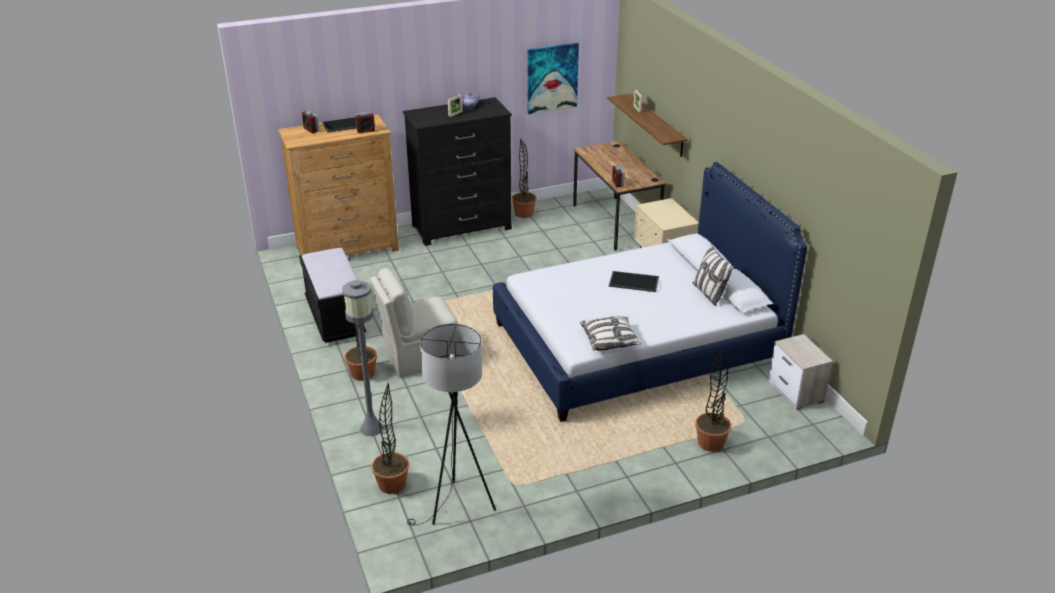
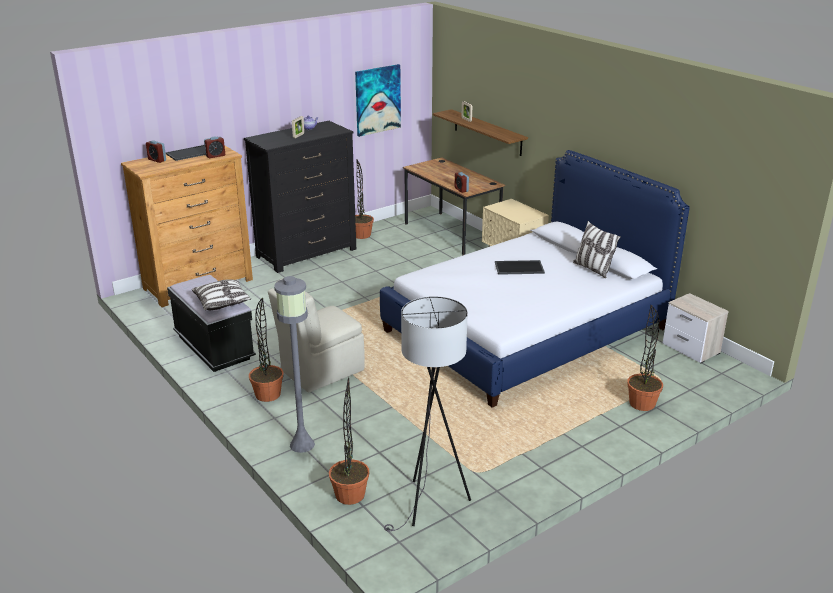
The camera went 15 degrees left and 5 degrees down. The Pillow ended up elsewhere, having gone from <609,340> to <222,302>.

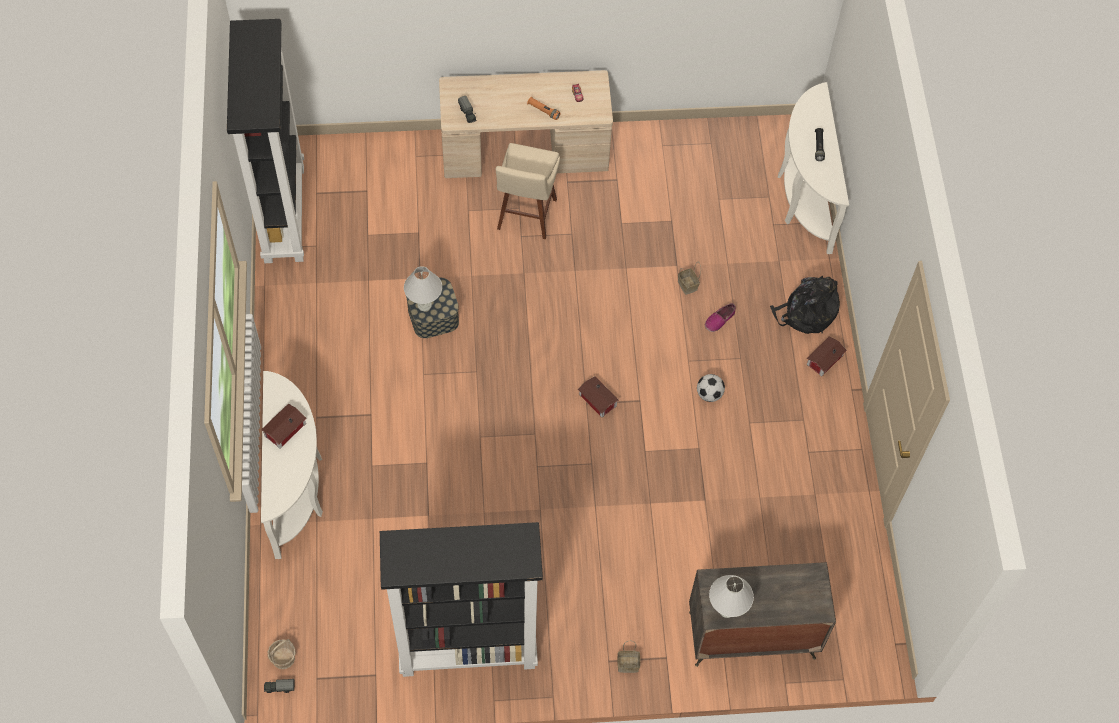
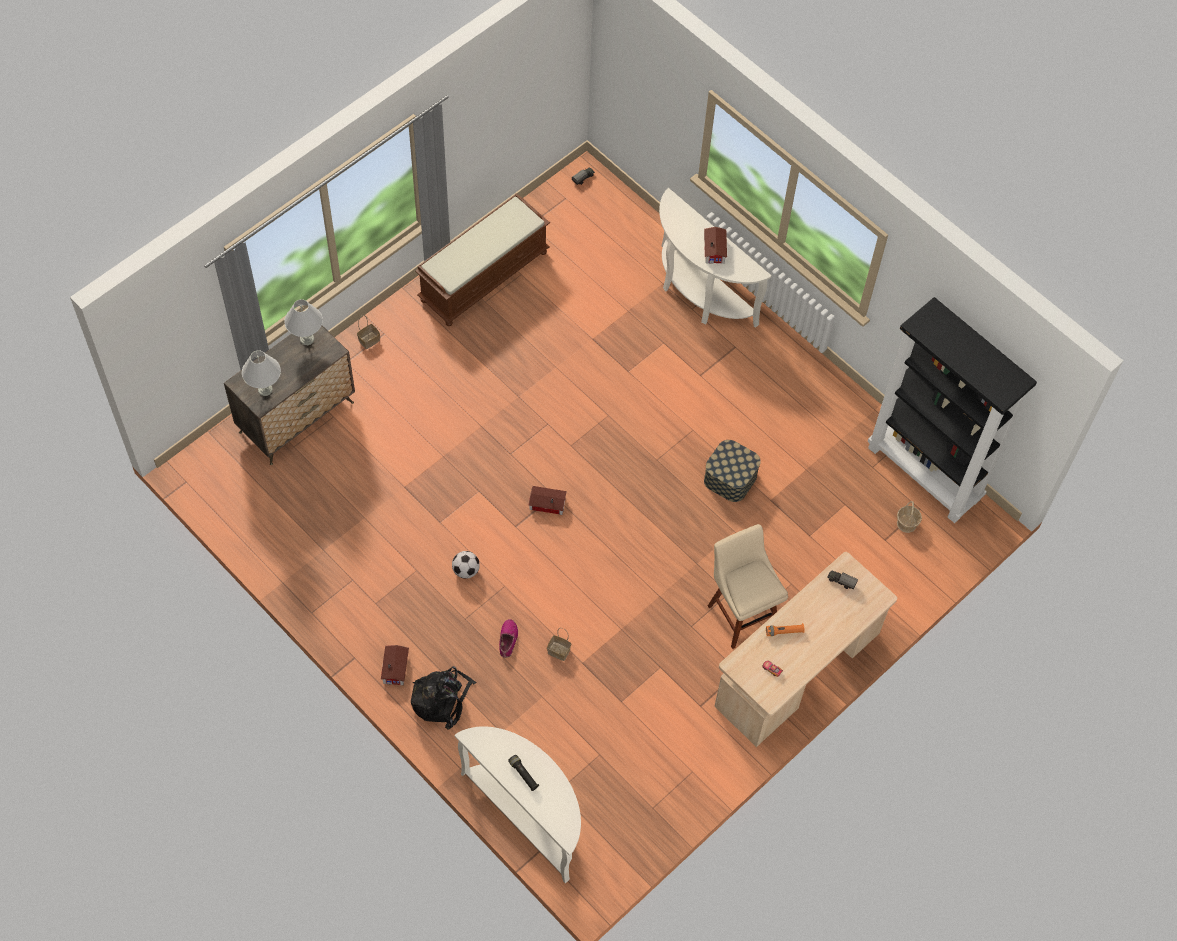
The camera went 140 degrees right and 0 degrees up. The Basket ended up elsewhere, having gone from <283,658> to <906,523>. The WhiteTableLamp ended up elsewhere, having gone from <424,305> to <265,389>. Where the BlackBookcase stood at <466,653>, the BrownBench came to stand at <484,275>.

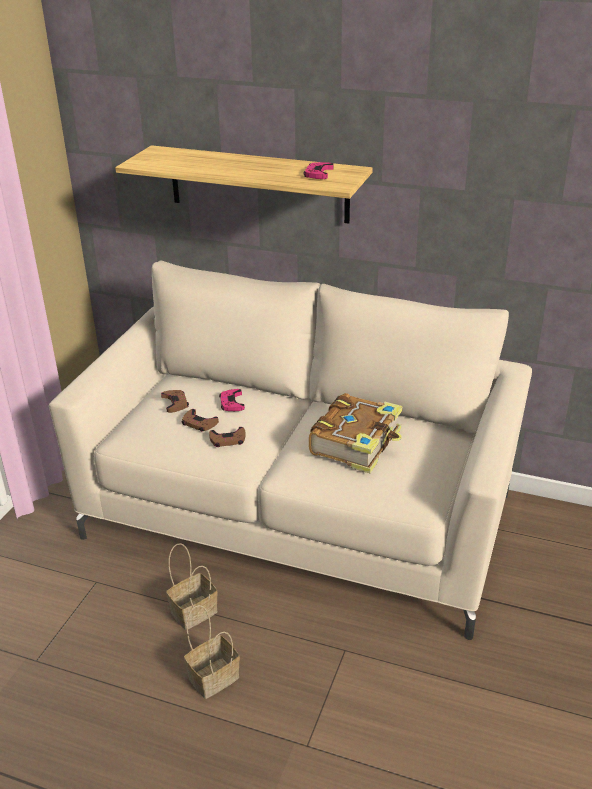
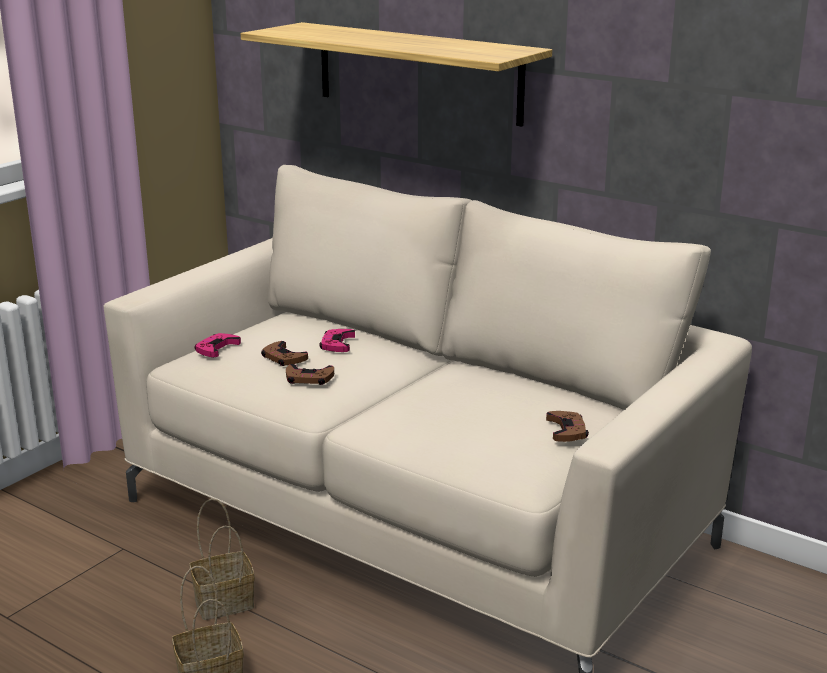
The camera went 15 degrees right and 10 degrees down. The second view lost the Book at <357,443>. The BrownGameController ended up elsewhere, having gone from <175,403> to <567,430>. The PinkGameController ended up elsewhere, having gone from <318,174> to <216,348>.

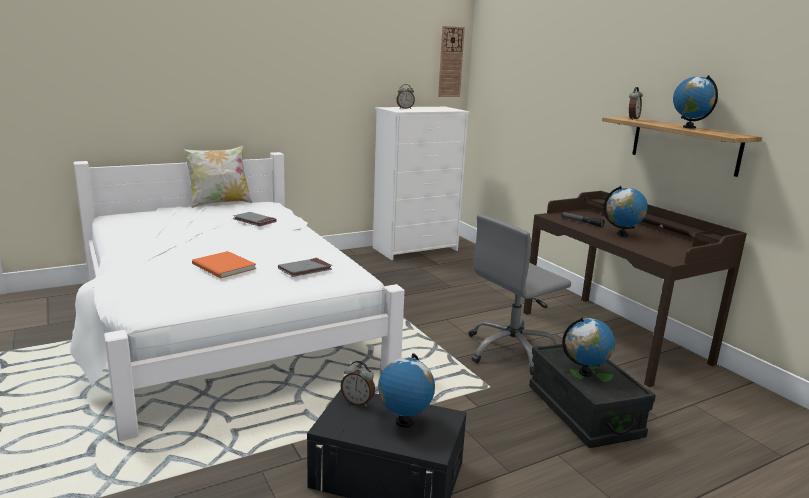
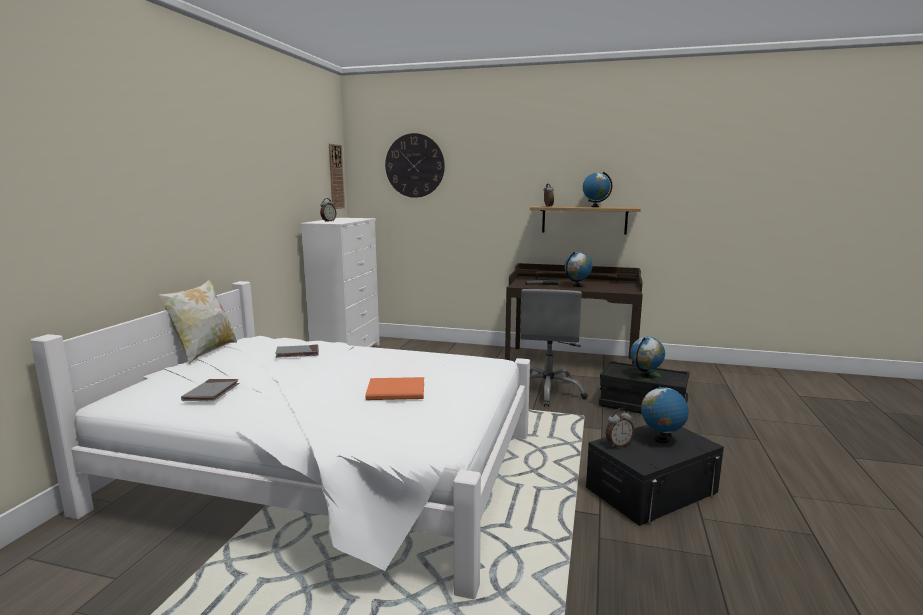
The camera went 45 degrees left and 5 degrees down. The second view gained the WallClock at <414,165>. The GreyBook ended up elsewhere, having gone from <305,270> to <211,393>.

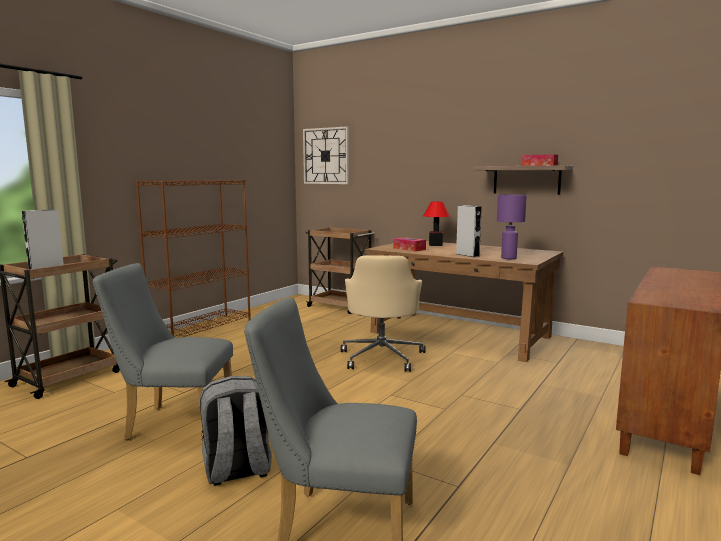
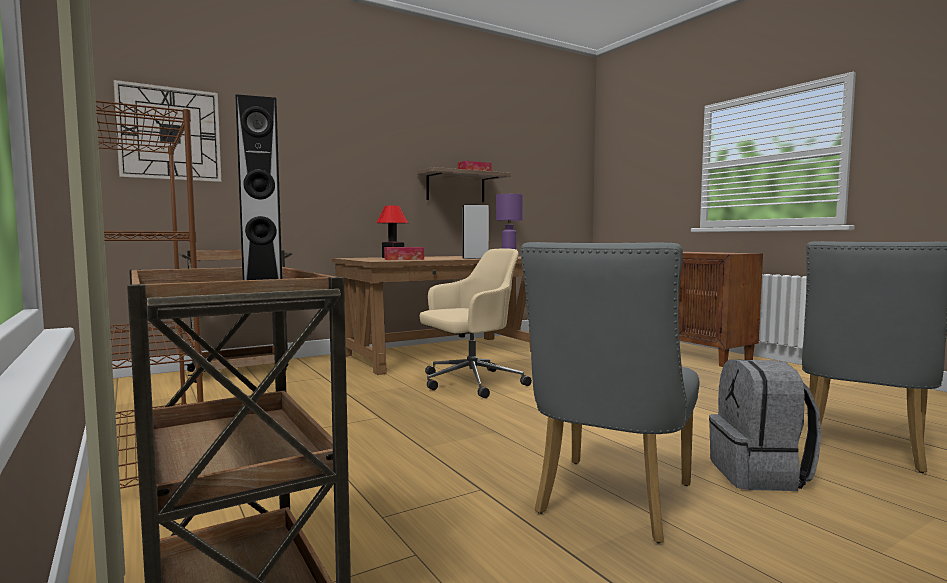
The camera went 65 degrees left and 5 degrees down. The BeigeOfficeChair at <382,357> ended up facing another way, 60 degrees counterclockwise from before.

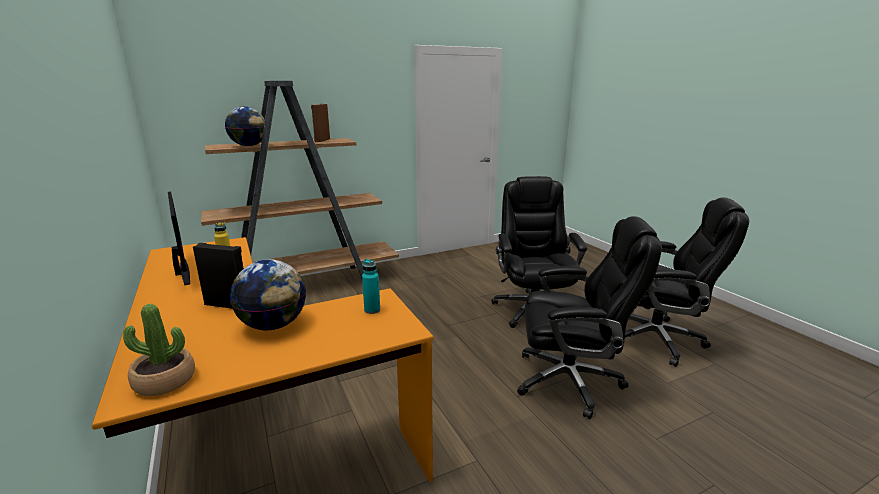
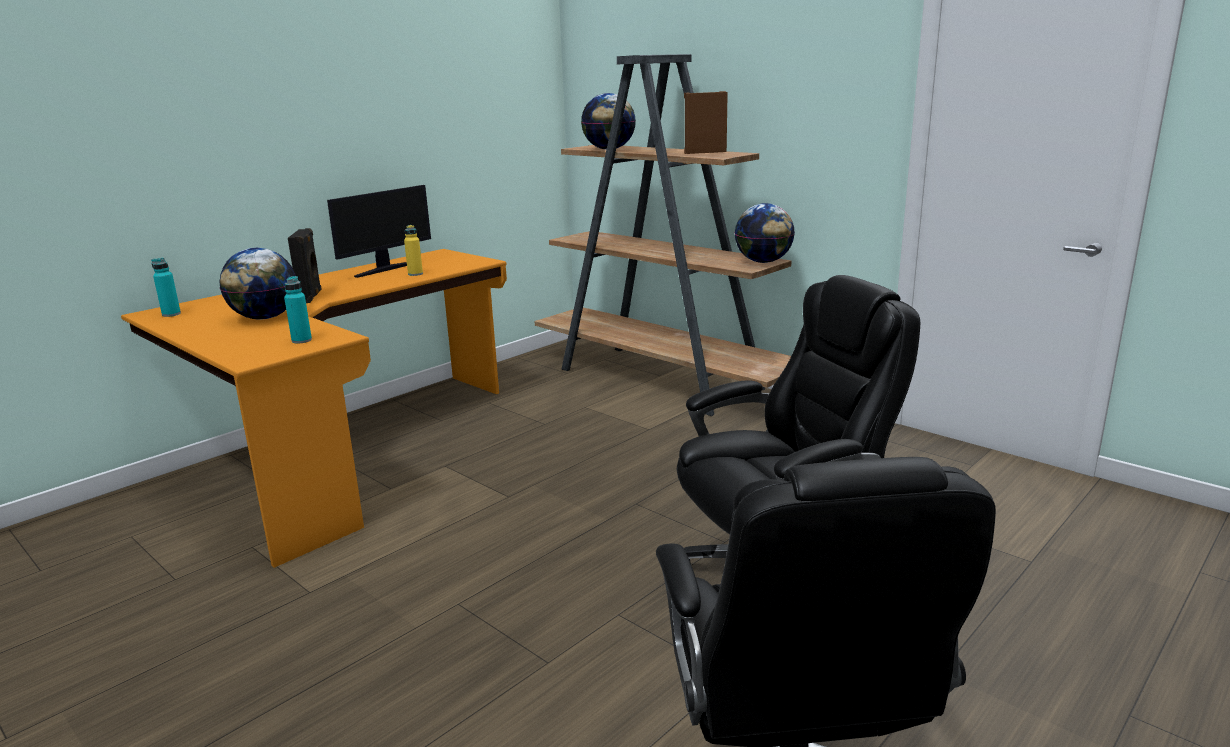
The camera went 70 degrees right and 0 degrees up. The second view lost the BlackOfficeChair at <570,380>. The second view gained the Globe at <763,262>. Where the PottedPlant stood at <164,381>, the TurquoiseBottle came to stand at <171,314>.

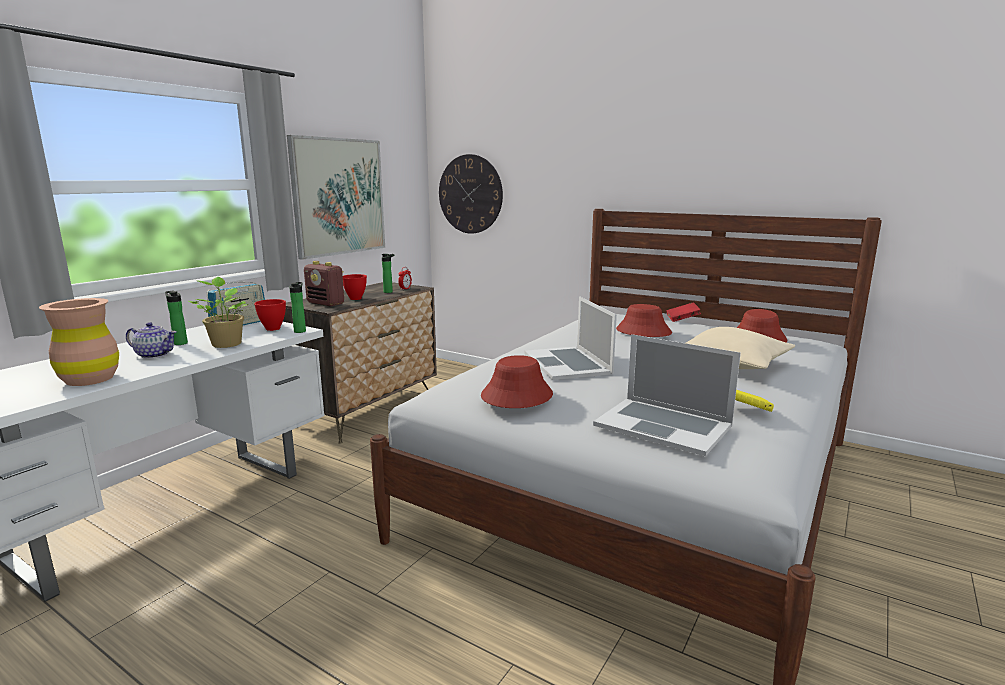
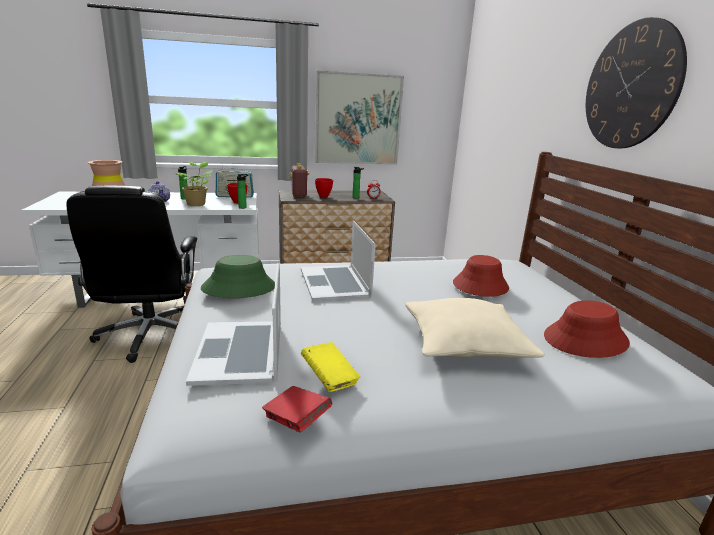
The camera went 45 degrees right and 5 degrees up. The second view gained the BlackOfficeChair at <150,335>. The WallClock ended up elsewhere, having gone from <470,194> to <631,86>. The RedBook ended up elsewhere, having gone from <682,319> to <296,421>. What was the RedHat at <516,395> turned into the GreenHat at <239,287>. The Laptop at <567,363> ended up facing another way, 45 degrees counterclockwise from before.

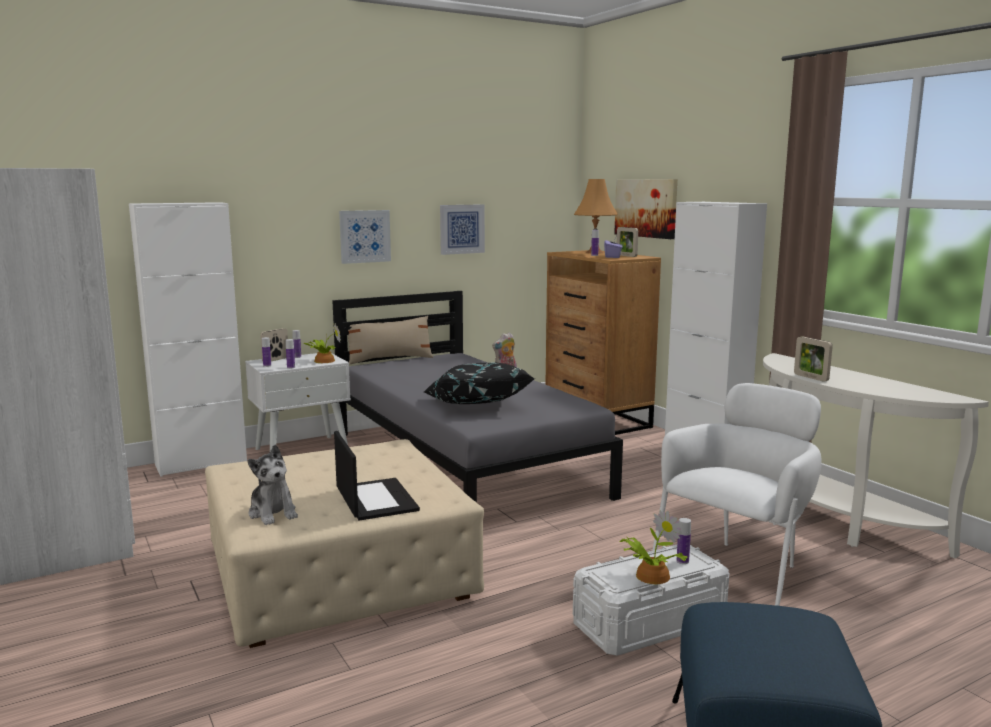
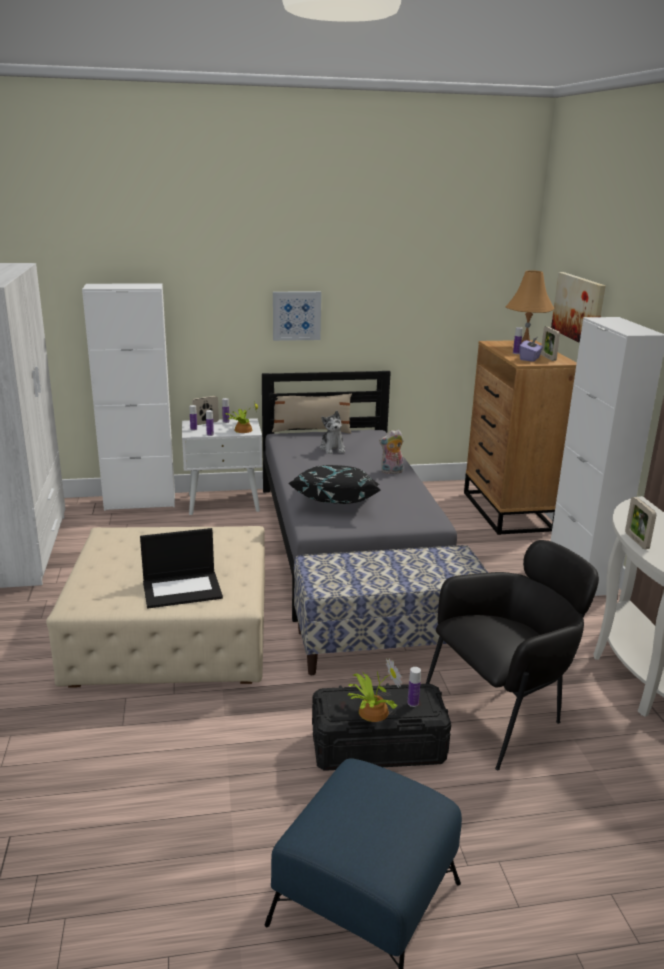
The camera went 20 degrees right and 10 degrees up. The second view lost the Picture at <461,229>. The second view gained the Bench at <388,645>. The PlushToy ended up elsewhere, having gone from <273,513> to <332,448>. What was the WhiteStorageBox at <650,623> turned into the BlackStorageBox at <378,747>. What was the WhiteArmchair at <737,570> turned into the BlackArmchair at <502,713>. The Laptop at <375,499> ended up facing another way, 75 degrees clockwise from before.

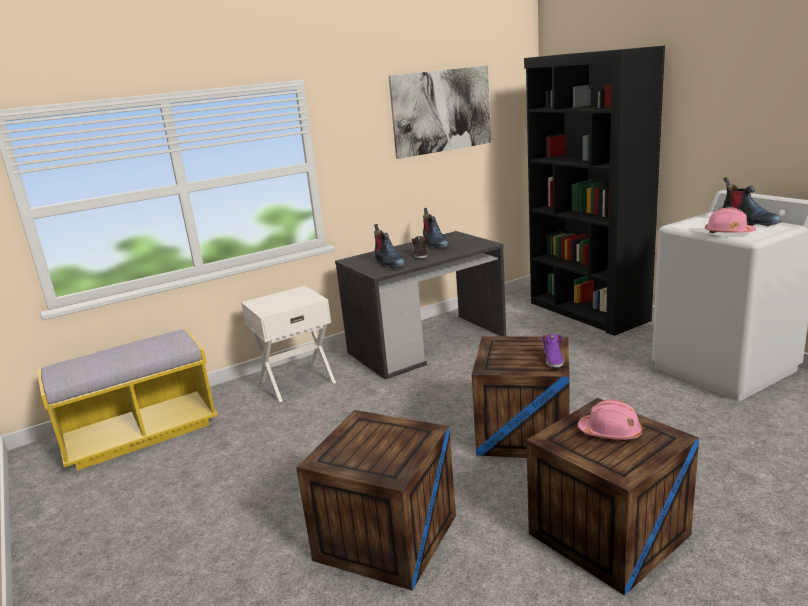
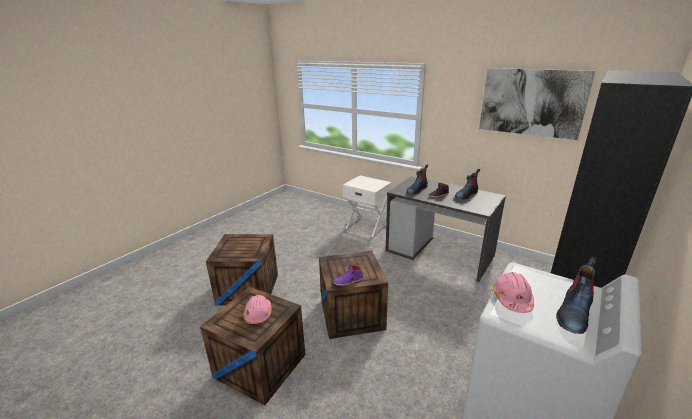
The camera went 65 degrees right and 5 degrees up. The second view lost the YellowBench at <141,434>.

